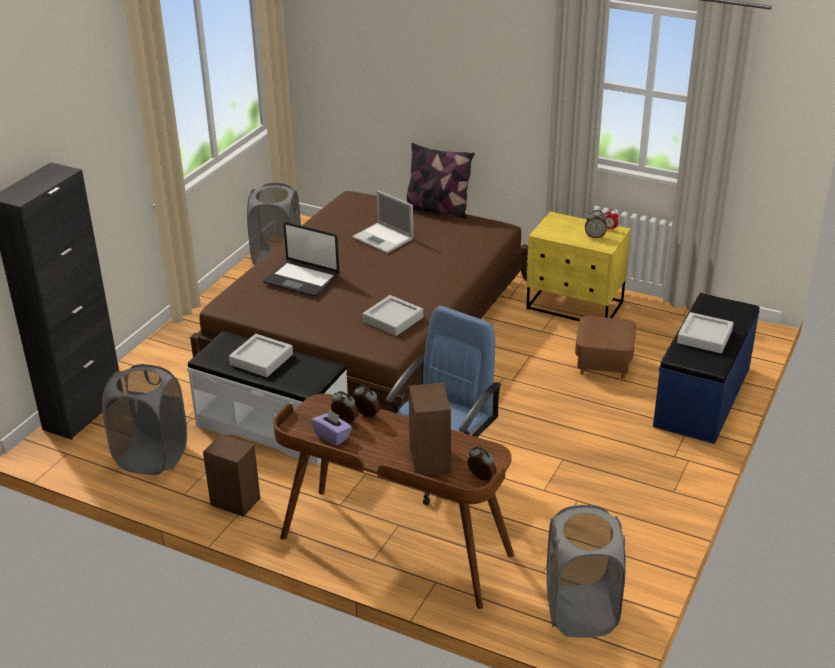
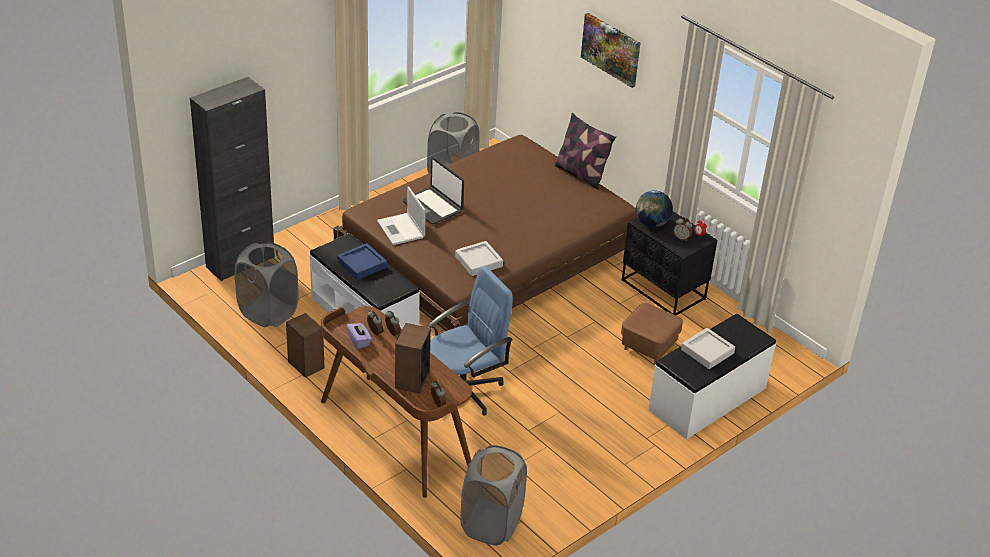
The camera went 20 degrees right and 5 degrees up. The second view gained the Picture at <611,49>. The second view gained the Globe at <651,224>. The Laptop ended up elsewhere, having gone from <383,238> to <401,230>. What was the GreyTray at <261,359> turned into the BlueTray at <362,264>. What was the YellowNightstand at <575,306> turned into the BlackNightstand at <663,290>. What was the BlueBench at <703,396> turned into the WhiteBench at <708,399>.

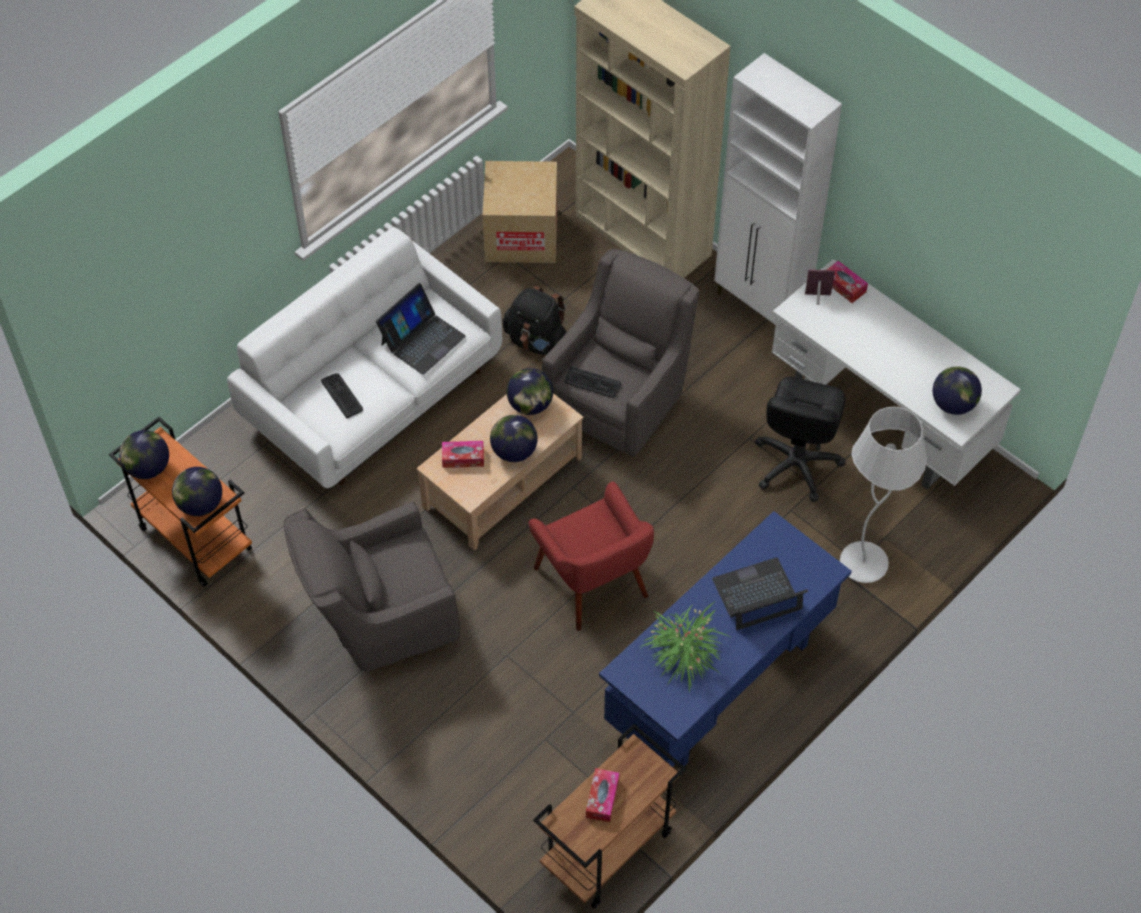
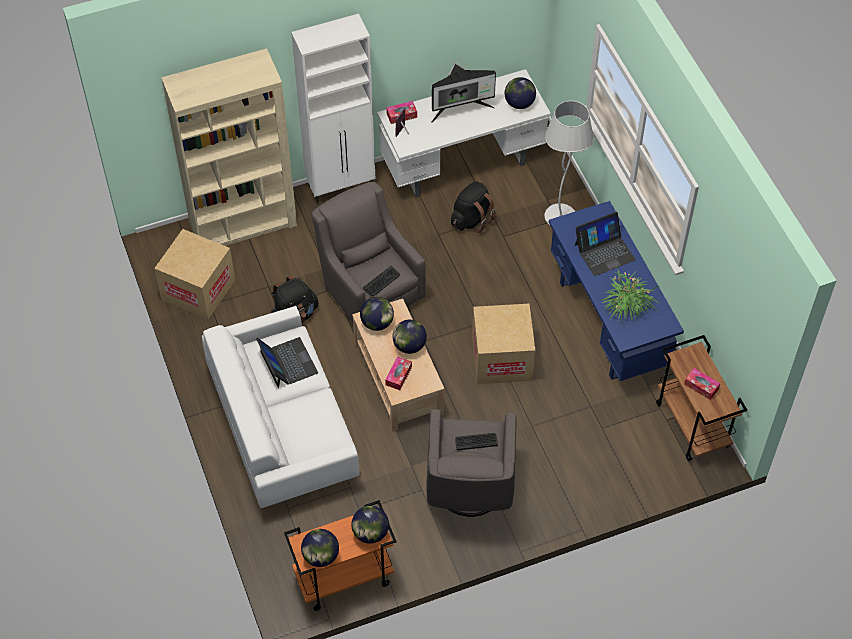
The camera went 65 degrees left and 0 degrees up. The second view gained the Monitor at <460,108>. The Keyboard ended up elsewhere, having gone from <342,395> to <476,441>. Where the RedArmchair stood at <592,582>, the CardboardBox came to stand at <501,359>. Where the BlackOfficeChair stood at <796,464>, the BlackBackpack came to stand at <471,219>. The Laptop at <757,595> ended up facing another way, 120 degrees counterclockwise from before.

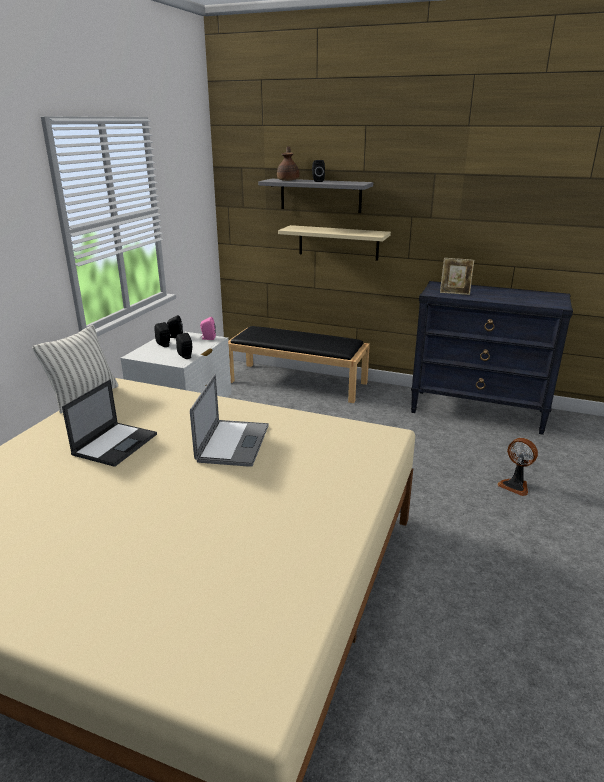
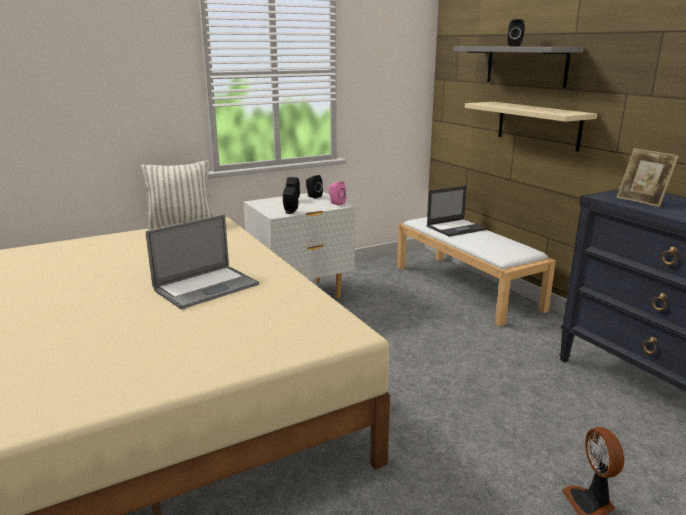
The camera went 40 degrees right and 5 degrees down. The second view lost the BrownTeapot at <288,180>. The Laptop ended up elsewhere, having gone from <115,444> to <456,228>. What was the BlackBench at <298,382> turned into the WhiteBench at <467,287>.

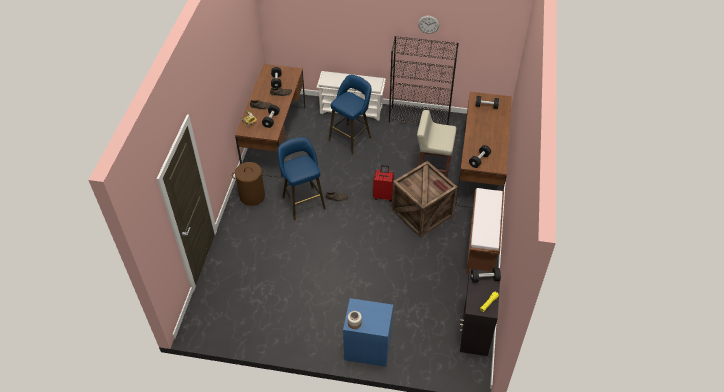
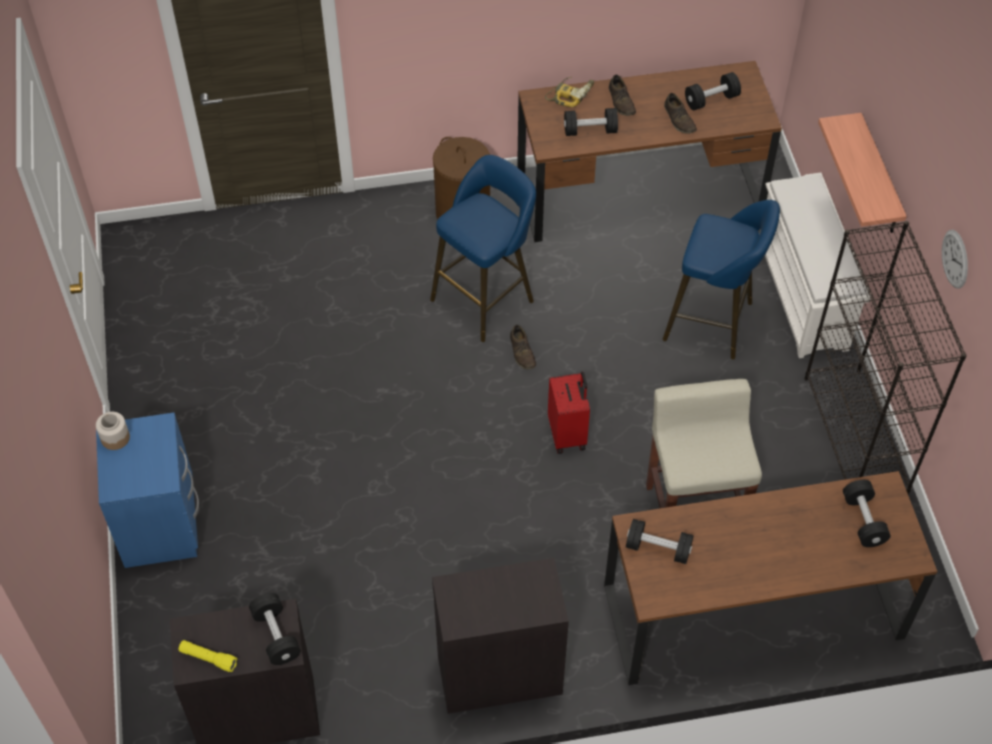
The camera went 70 degrees right and 5 degrees up. The second view lost the Crate at <423,213>. The second view gained the Shelf at <879,177>. Where the BrownBench stood at <481,247>, the BlackCabinet came to stand at <498,673>.

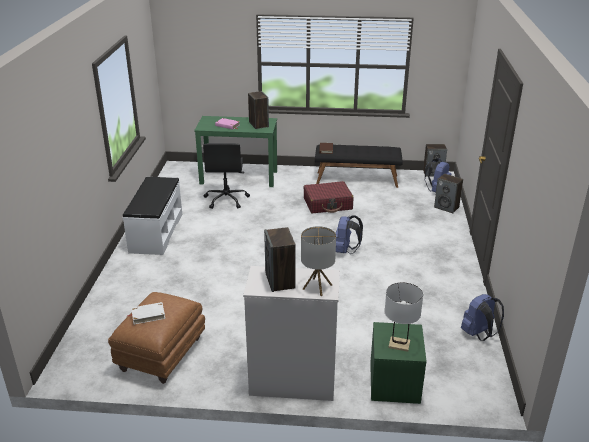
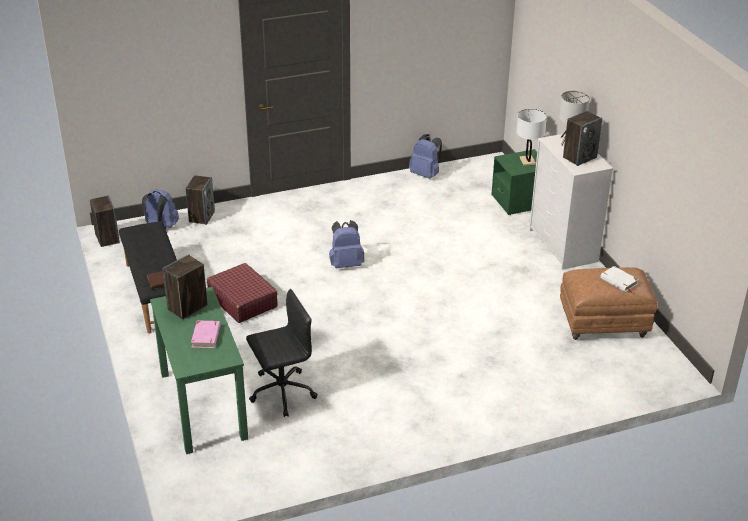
The camera went 115 degrees left and 5 degrees up. The second view lost the WhiteBench at <156,233>.

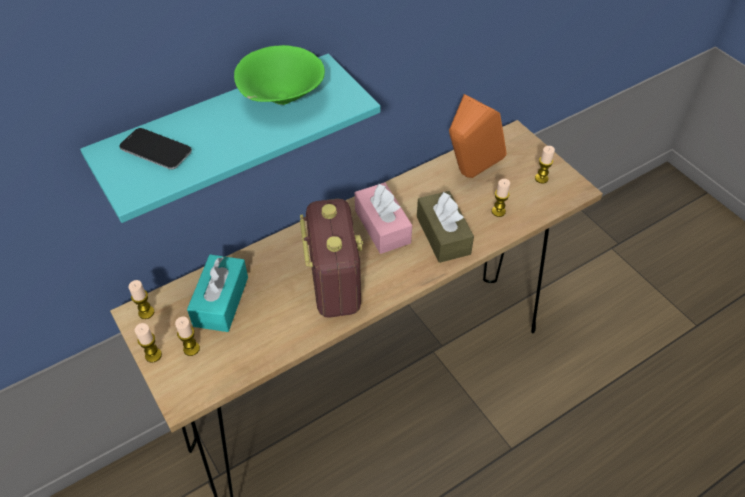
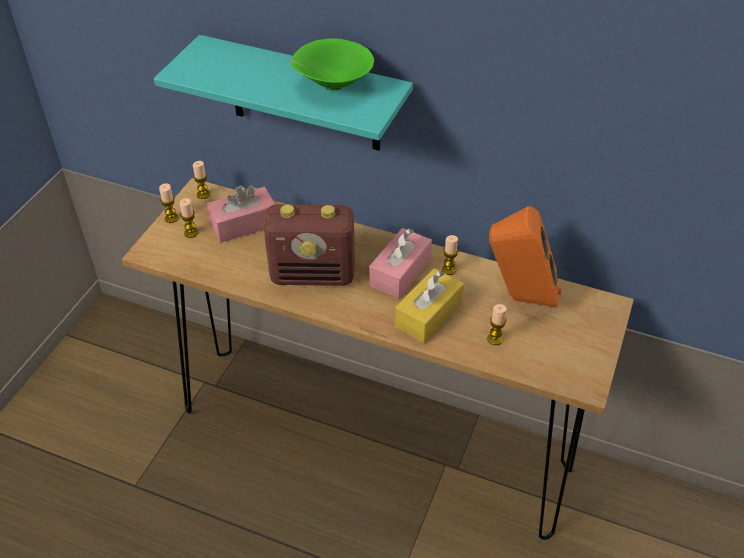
The camera went 55 degrees right and 5 degrees down. The second view lost the Phone at <156,150>. The Candle ended up elsewhere, having gone from <541,178> to <449,269>. What was the TurquoiseTissueBox at <221,301> turned into the PinkTissueBox at <244,224>. What was the BrownTissueBox at <443,235> turned into the YellowTissueBox at <428,315>. The Radio at <334,284> ended up facing another way, 45 degrees clockwise from before.

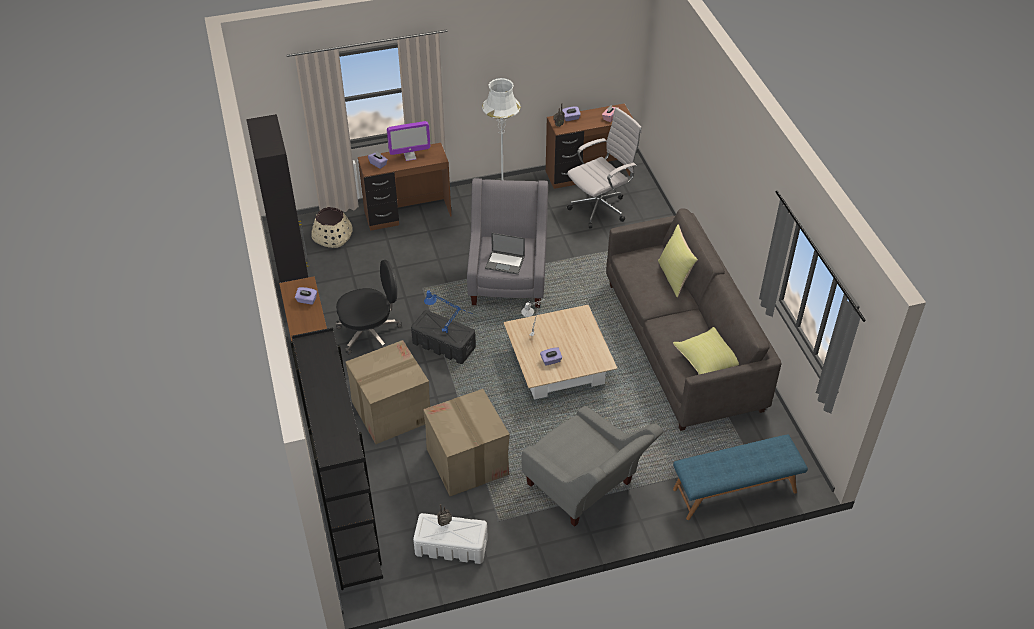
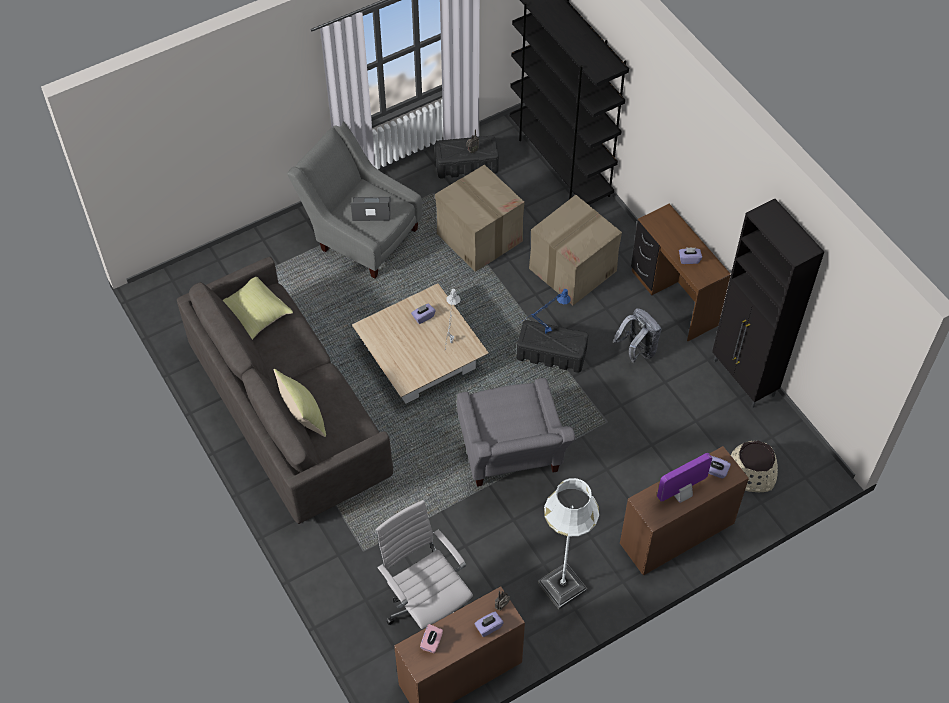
The camera went 165 degrees right and 10 degrees up. The second view lost the BlueBench at <735,491>. The Laptop ended up elsewhere, having gone from <505,262> to <371,209>. Where the BlackOfficeChair stood at <370,333>, the GreyBackpack came to stand at <637,350>. What was the WhiteStorageBox at <450,546> turned into the BlackStorageBox at <467,165>. The WhiteOfficeChair at <601,208> ended up facing another way, 105 degrees clockwise from before.

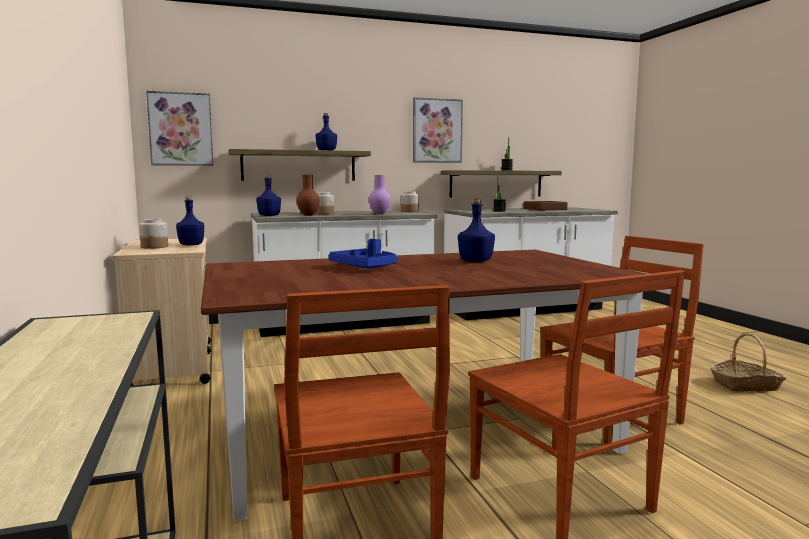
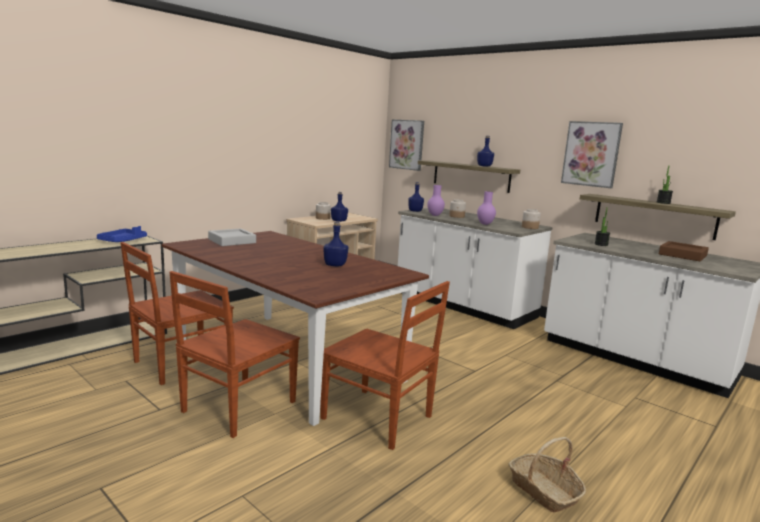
The camera went 60 degrees right and 5 degrees up. The second view gained the GreyTray at <232,241>. The BlueTray ended up elsewhere, having gone from <365,267> to <123,241>. What was the BrownVase at <309,215> turned into the PurpleVase at <435,215>.

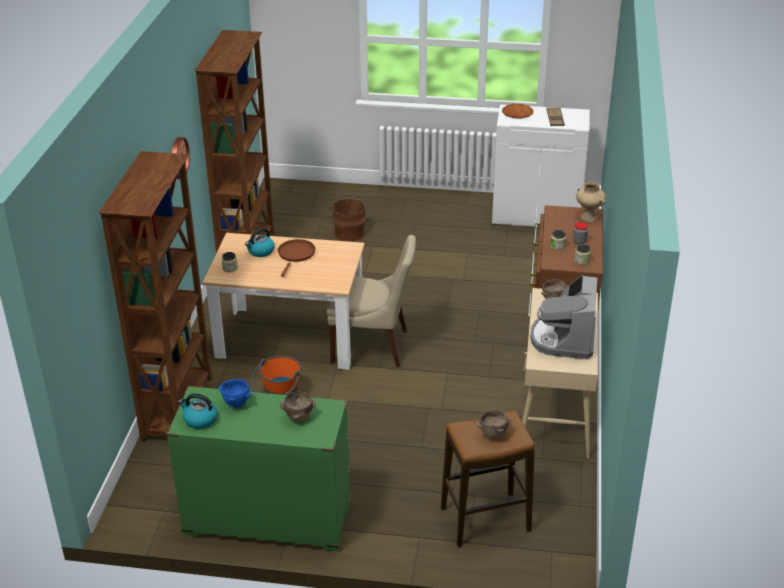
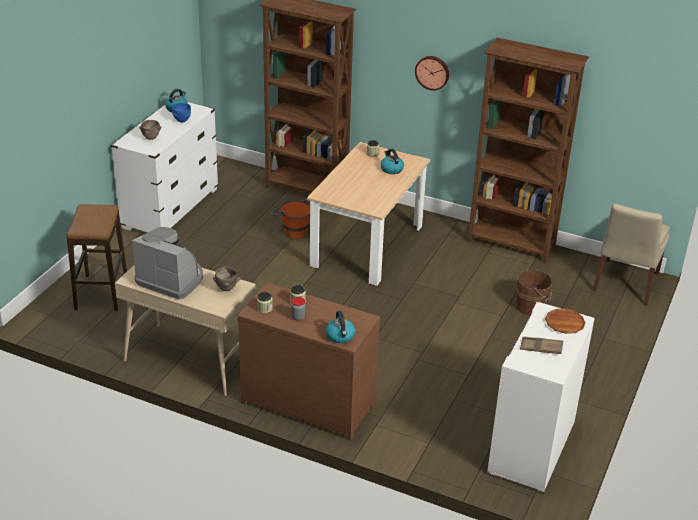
The camera went 105 degrees right and 0 degrees up. The second view lost the BrownFryingPan at <296,255>. The second view lost the BrownBowl at <493,435>. The BeigeChair ended up elsewhere, having gone from <373,346> to <625,283>. Where the BeigeVase stood at <588,217>, the Kettle came to stand at <340,336>. What was the GreenDresser at <267,519> turned into the WhiteDresser at <170,208>.

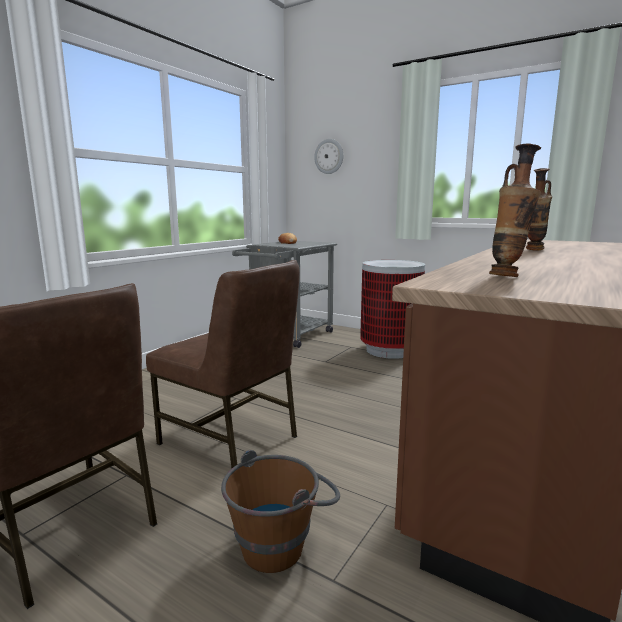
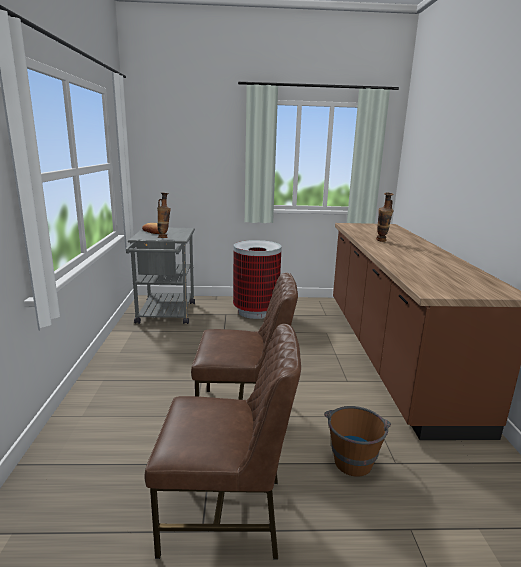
The camera went 35 degrees left and 5 degrees up. The second view lost the WallClock at <329,156>. The Vase ended up elsewhere, having gone from <508,276> to <164,237>.

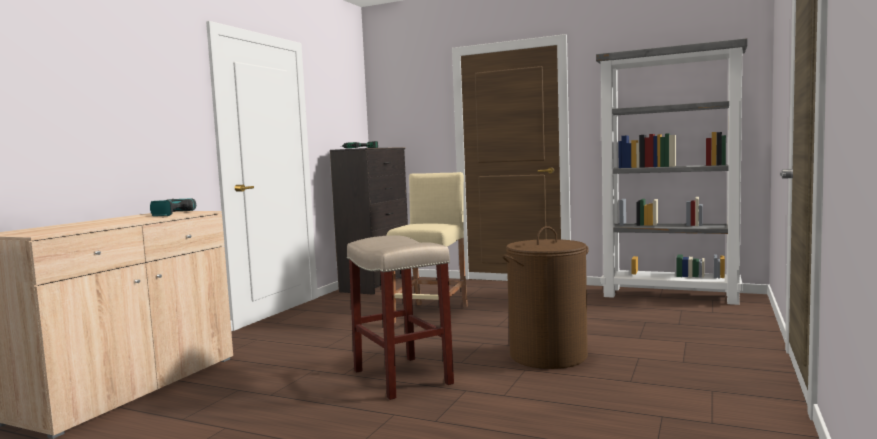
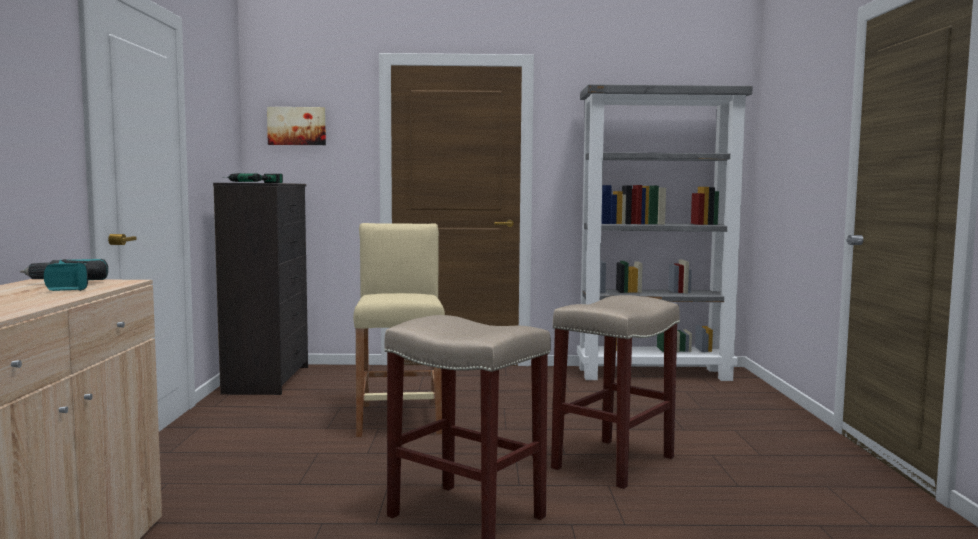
The camera went 25 degrees left and 0 degrees up. The second view gained the Picture at <297,126>. Where the BrownLaundryBasket stood at <548,356>, the BeigeStool came to stand at <613,463>.

